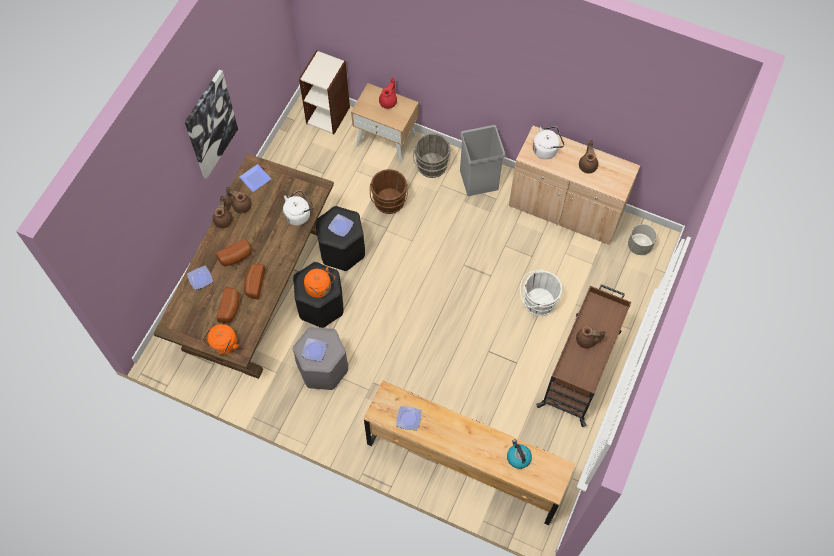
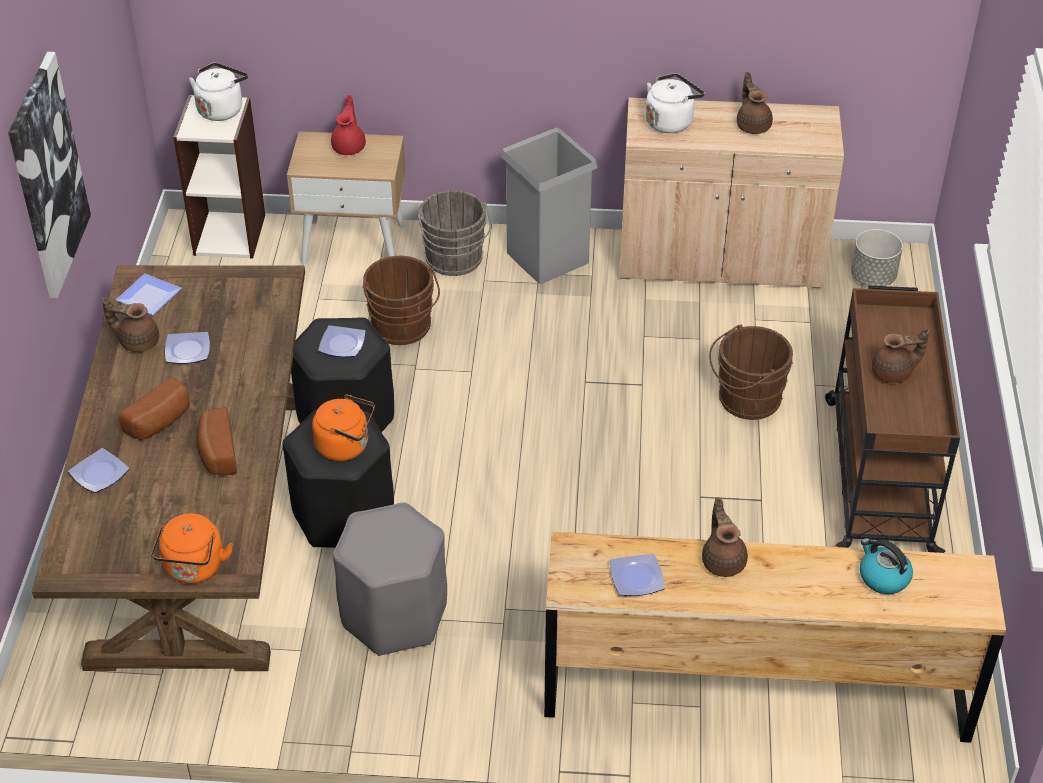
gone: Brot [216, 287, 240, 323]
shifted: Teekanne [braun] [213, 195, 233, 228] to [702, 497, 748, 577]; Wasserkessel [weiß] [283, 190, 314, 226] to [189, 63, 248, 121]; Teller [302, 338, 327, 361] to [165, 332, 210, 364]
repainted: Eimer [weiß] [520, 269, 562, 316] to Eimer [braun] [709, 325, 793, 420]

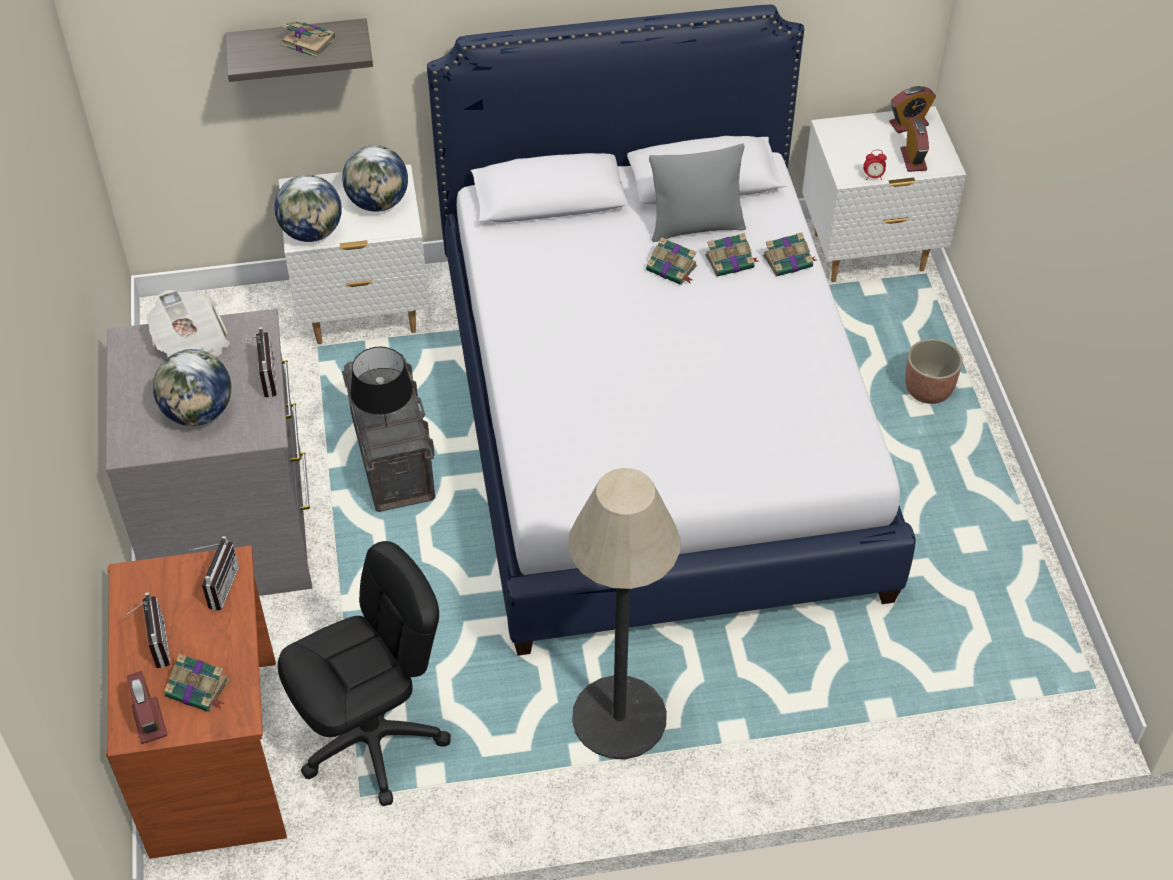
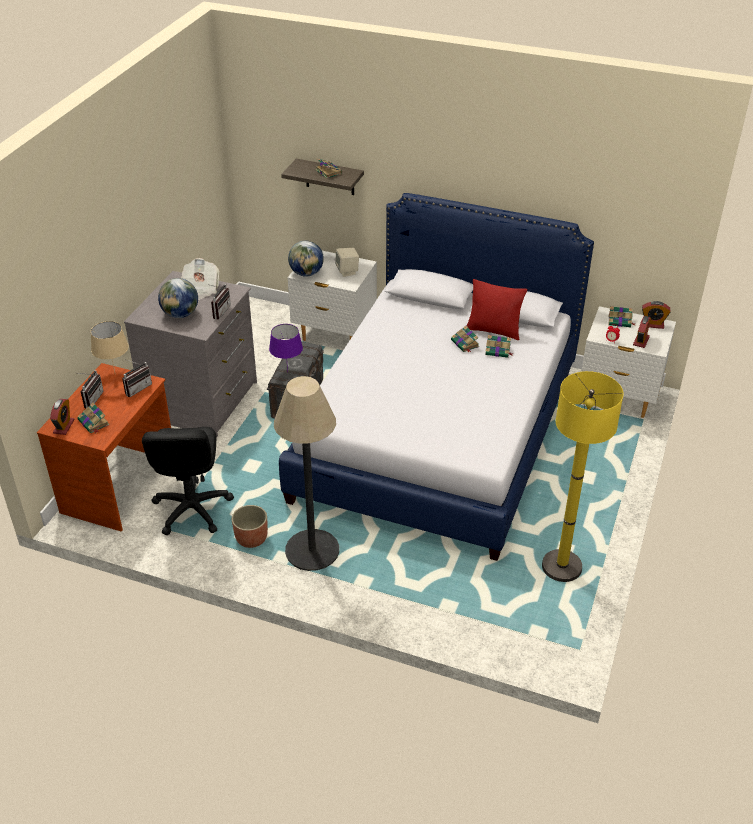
new: Tischlampe [beige] [91, 321, 129, 375]; Stehlampe [gelb] [542, 371, 624, 582]
shifted: Buch [763, 232, 816, 276] to [608, 306, 635, 327]; Pflanzkübel [905, 339, 963, 404] to [232, 505, 268, 548]
swapped: Globus [342, 145, 408, 212] to Lautsprecher [beige] [335, 248, 359, 277]
repainted: Tischlampe [schwarz] [350, 347, 413, 428] to Tischlampe [lila] [269, 324, 303, 373]; Kissen [grau] [649, 144, 746, 242] to Kissen [rot] [467, 279, 527, 340]
rotated: Bürostuhl [schwarz] [278, 541, 451, 806] = [142, 427, 234, 535] 90 degrees clockwise

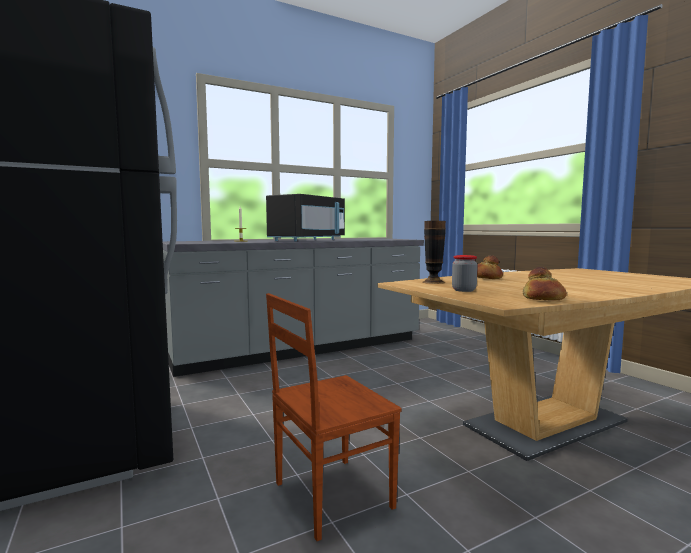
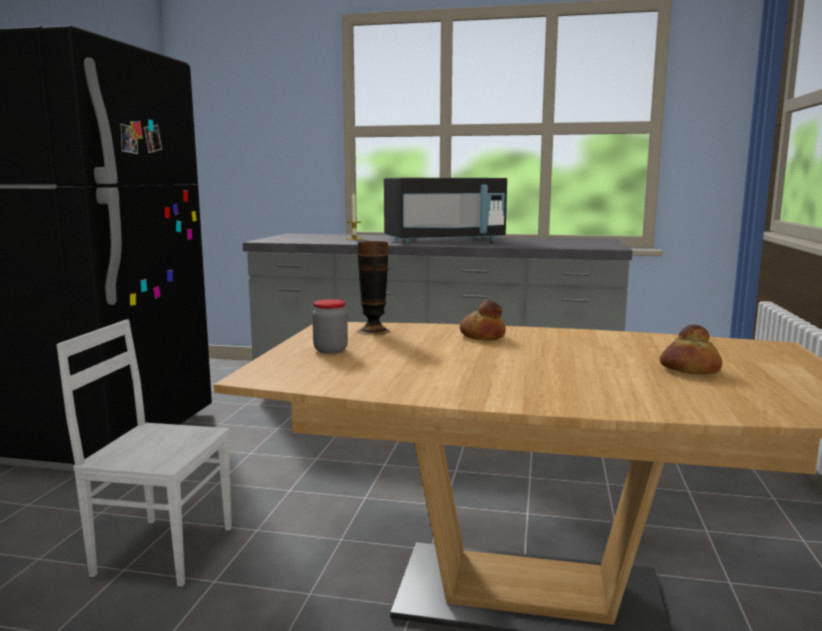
shifted: Brot [523, 267, 567, 300] to [659, 325, 722, 374]
repainted: Stuhl [braun] [266, 293, 402, 541] to Stuhl [weiß] [56, 319, 232, 587]

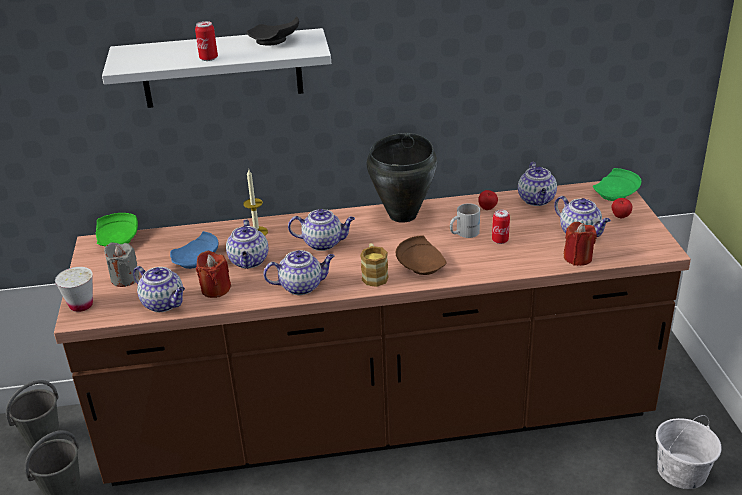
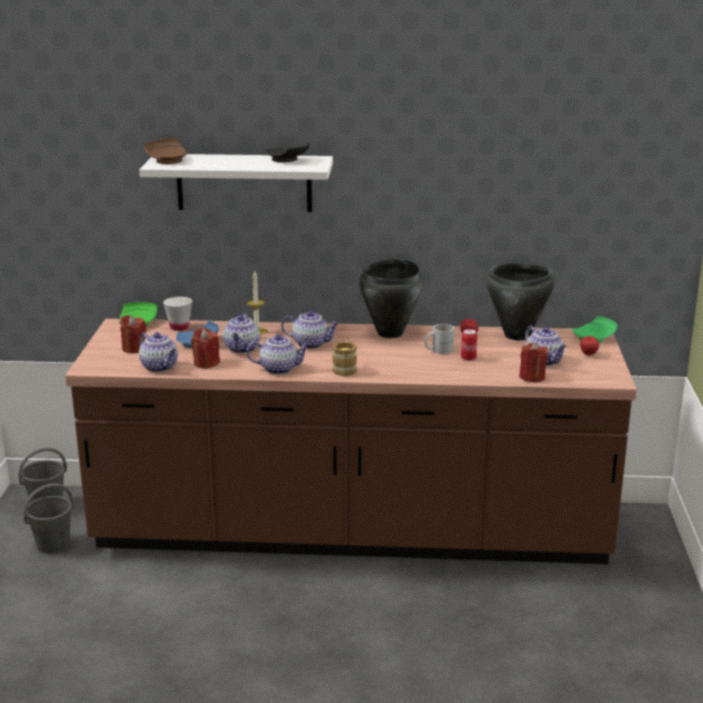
gone: Dose [195, 21, 218, 61]; Eimer [weiß] [656, 415, 722, 489]
shifted: Tasse [weiß] [55, 267, 93, 312] to [163, 297, 192, 331]; Teller [braun] [396, 235, 447, 275] to [144, 139, 187, 164]
swapped: Teekanne [518, 162, 557, 206] to Kochtopf [schwarz] [486, 263, 555, 340]
repainted: Kerze [grau] [104, 243, 139, 287] to Kerze [rot] [120, 315, 147, 354]

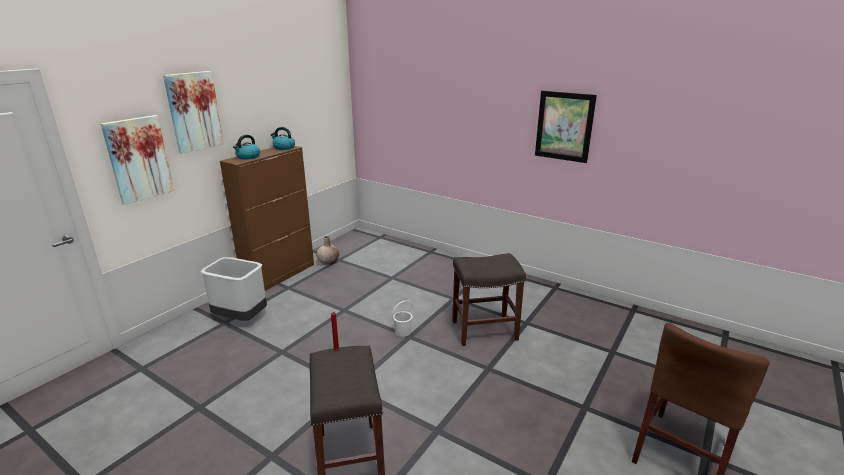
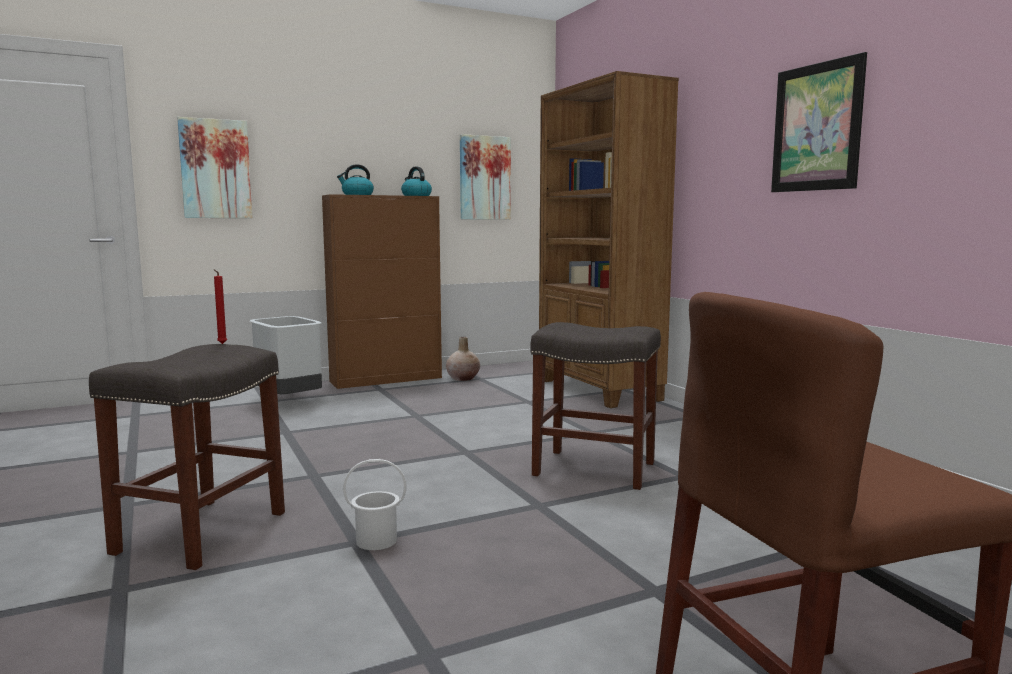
new: Bücherregal [braun] [539, 71, 679, 408]
shifted: Bild [163, 71, 224, 154] to [460, 134, 511, 219]; Eimer [weiß] [392, 300, 413, 337] to [343, 459, 407, 550]

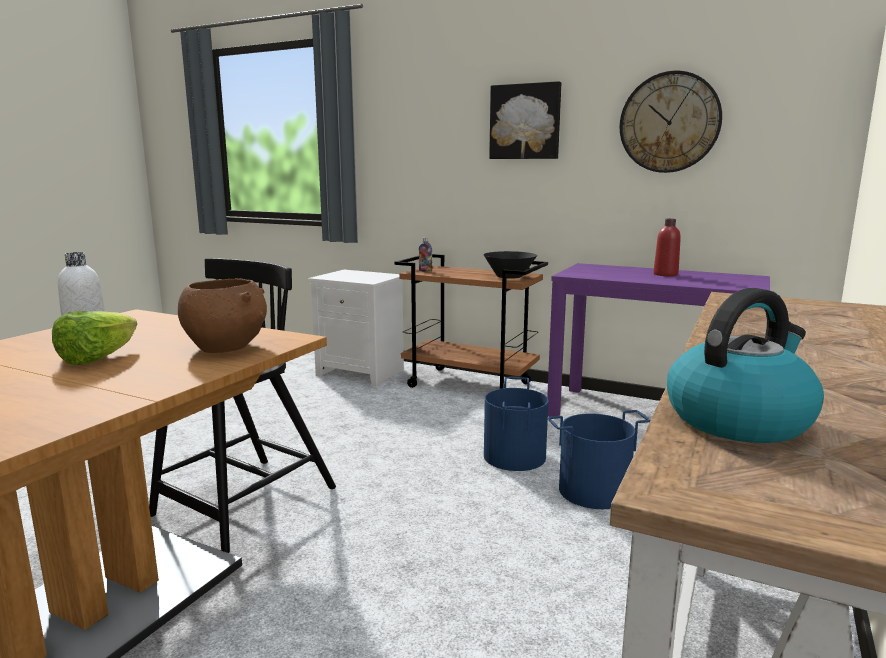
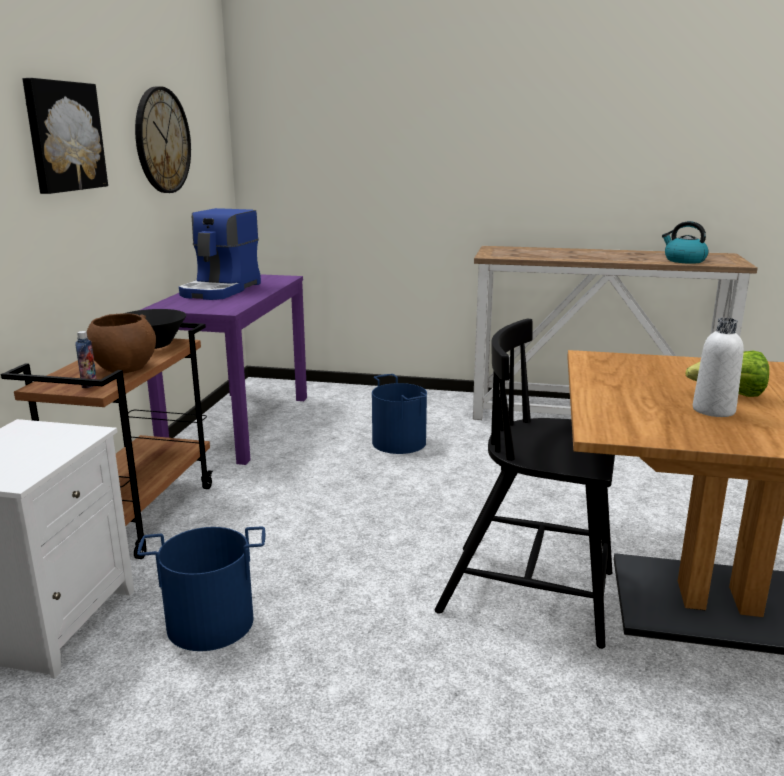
shifted: Schüssel [braun] [178, 279, 267, 353] to [87, 314, 156, 373]; Eimer [blau] [484, 377, 548, 471] to [137, 526, 265, 651]
swapped: Flasche [rot] [653, 219, 681, 276] to Kaffeemaschine [179, 208, 261, 300]

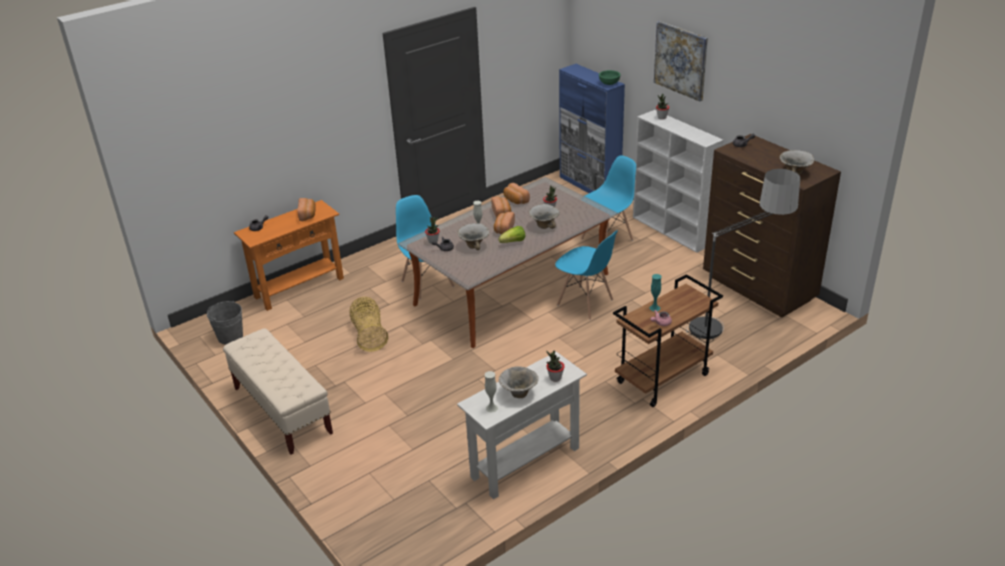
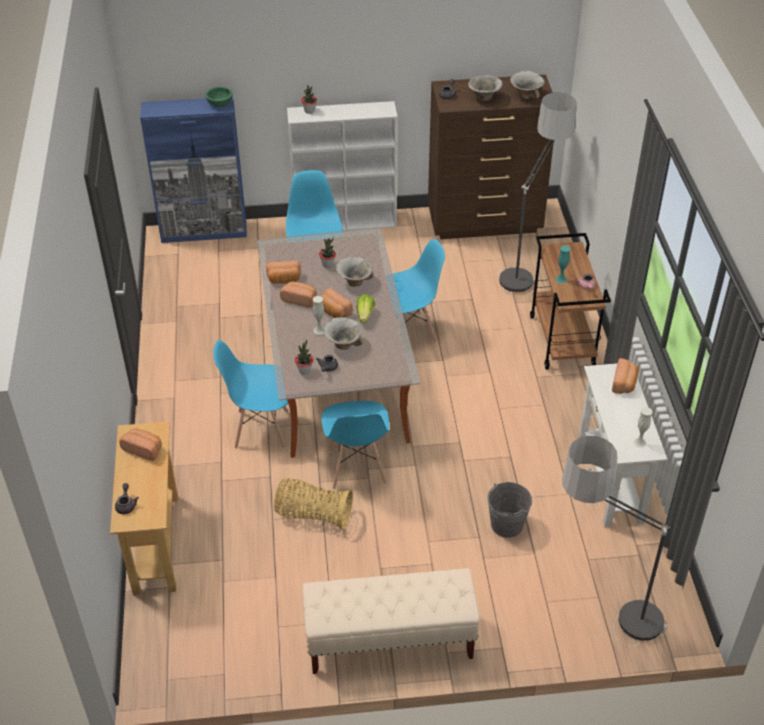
gone: Bild [654, 21, 708, 101]
new: Stuhl [blau] [321, 401, 389, 489]; Stehlampe [562, 436, 670, 647]
shifted: Eimer [grau] [207, 301, 243, 345] to [487, 482, 532, 538]; Schüssel [499, 366, 539, 398] to [468, 75, 503, 101]
swapped: Topfpflanze [546, 350, 565, 382] to Brot [612, 358, 639, 394]
repainted: Konsolentisch [orange] [234, 200, 344, 311] to Konsolentisch [beige] [110, 421, 178, 596]

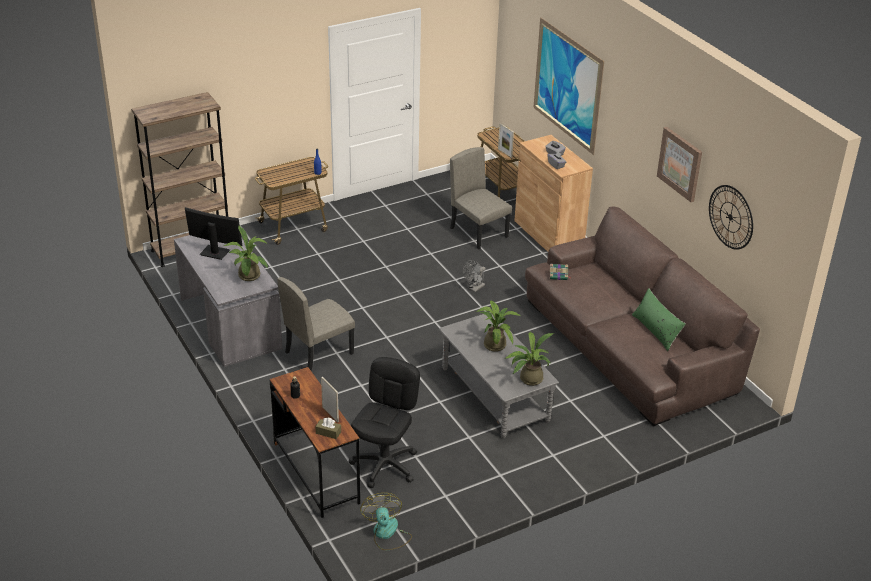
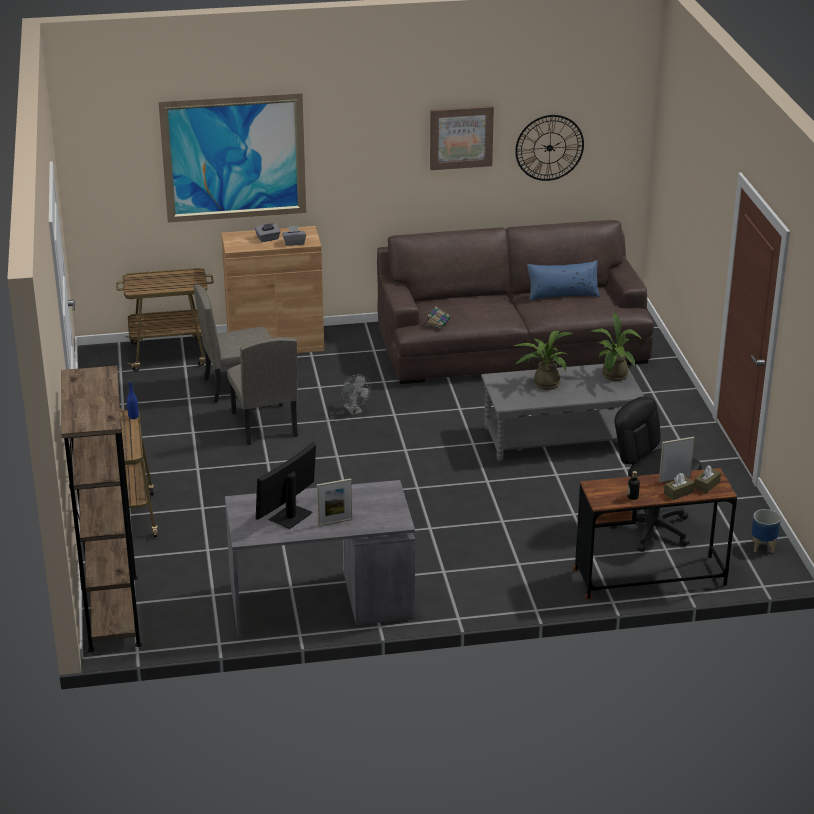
gone: Topfpflanze [224, 226, 268, 281]
new: Taschentuchbox [braun] [664, 473, 695, 500]
shifted: Stuhl [beige] [277, 277, 355, 371] to [227, 337, 298, 445]; Bilderrahmen [498, 123, 514, 158] to [317, 478, 352, 526]
swapped: Ventilator [360, 493, 412, 550] to Pflanzkübel [751, 509, 781, 553]
repainted: Kissen [grün] [632, 288, 686, 351] to Kissen [blau] [527, 260, 600, 300]

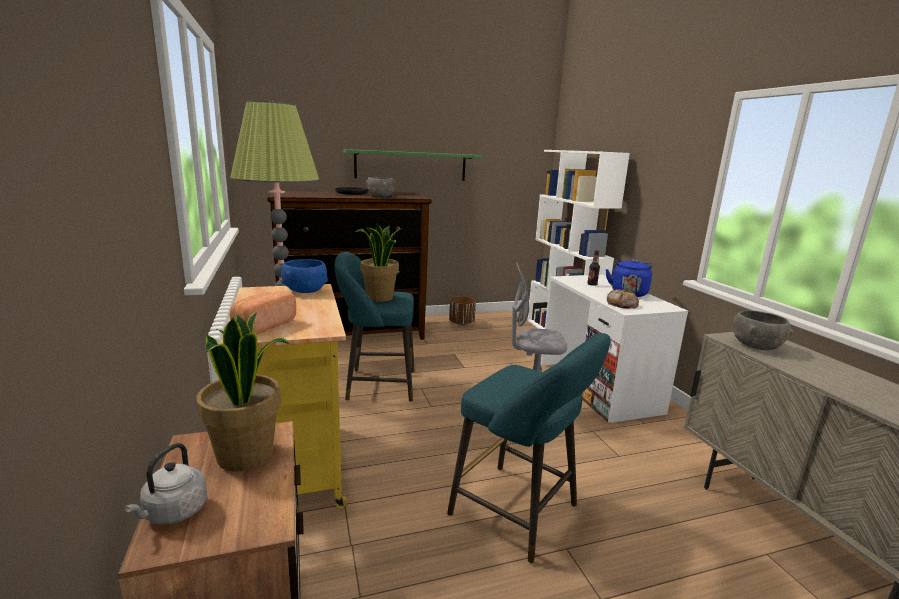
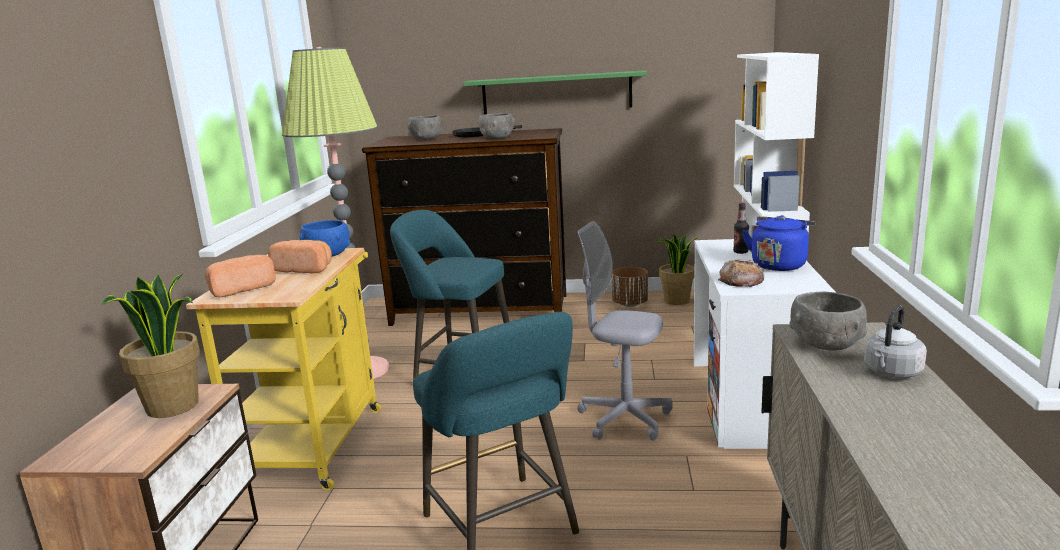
new: Brot [268, 240, 332, 273]; Schüssel [grau] [407, 115, 442, 140]
shifted: Wasserkessel [grau] [124, 443, 207, 525] to [864, 305, 927, 378]; Topfpflanze [355, 223, 401, 302] to [654, 234, 699, 305]

